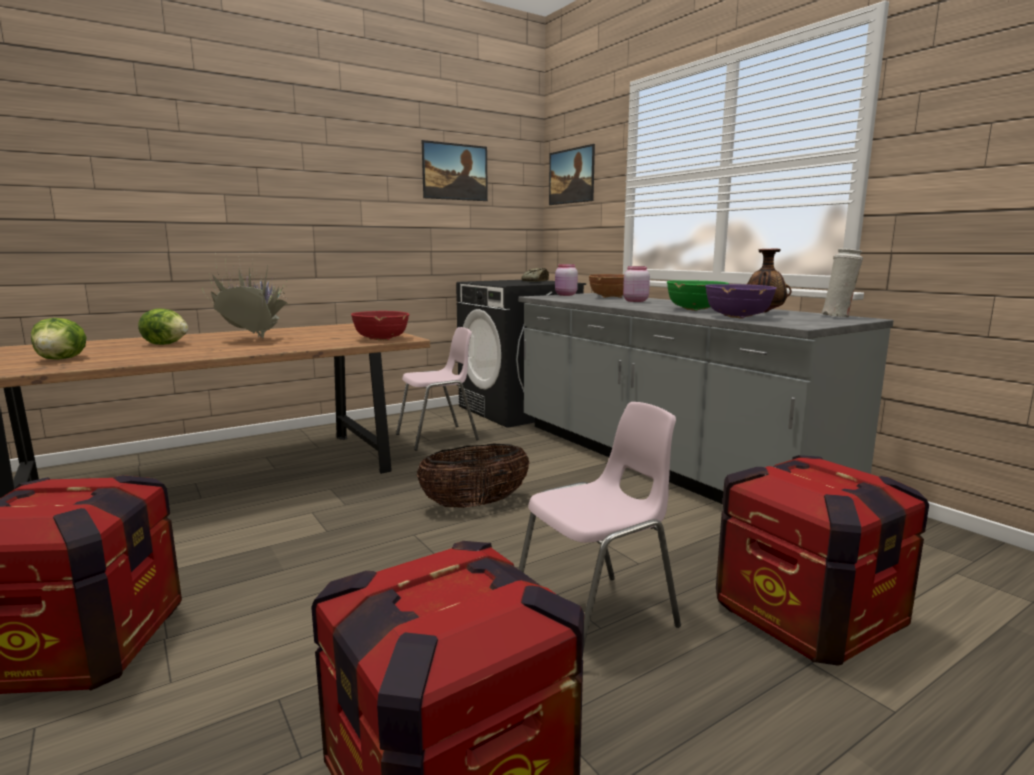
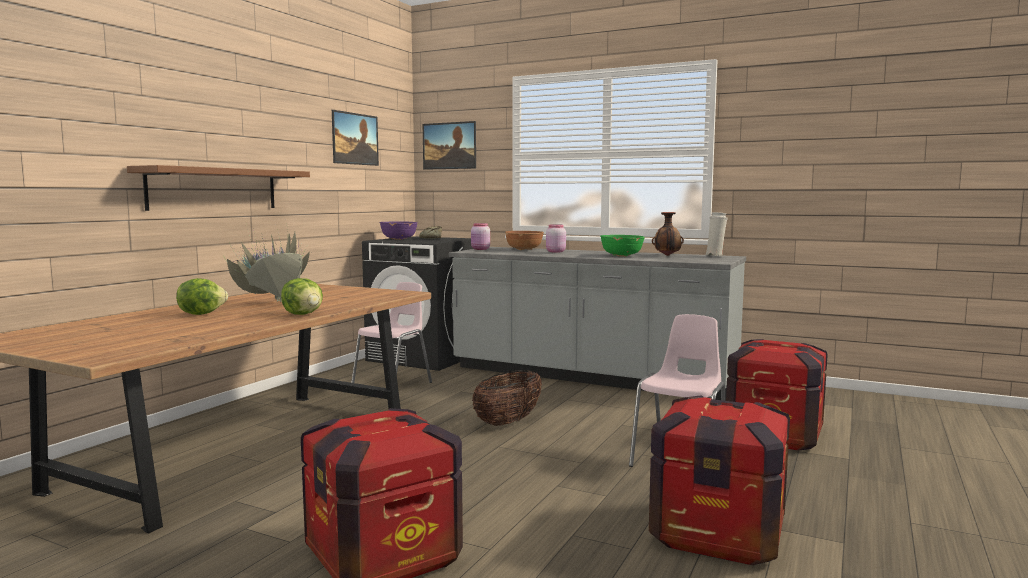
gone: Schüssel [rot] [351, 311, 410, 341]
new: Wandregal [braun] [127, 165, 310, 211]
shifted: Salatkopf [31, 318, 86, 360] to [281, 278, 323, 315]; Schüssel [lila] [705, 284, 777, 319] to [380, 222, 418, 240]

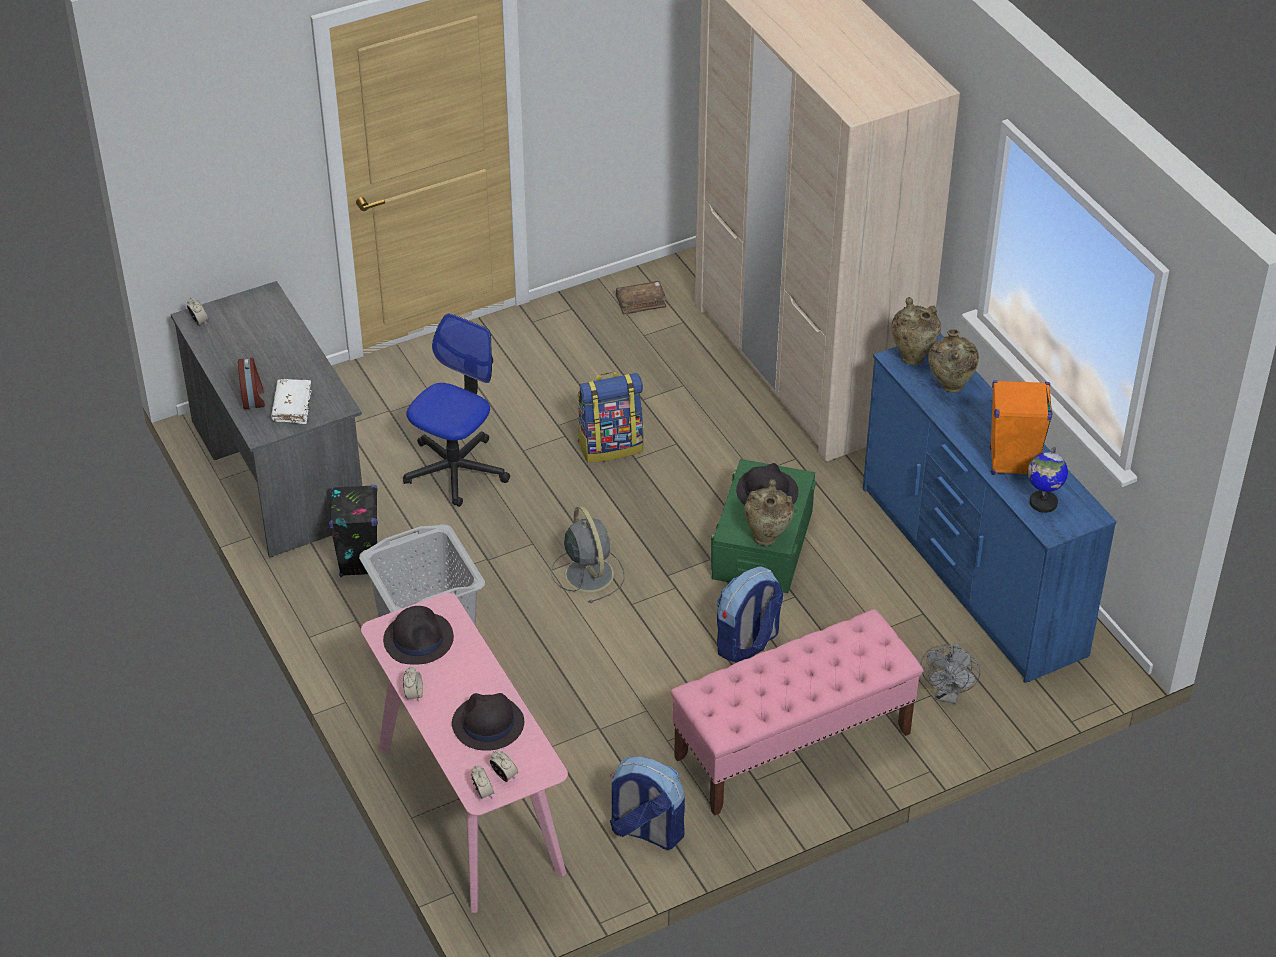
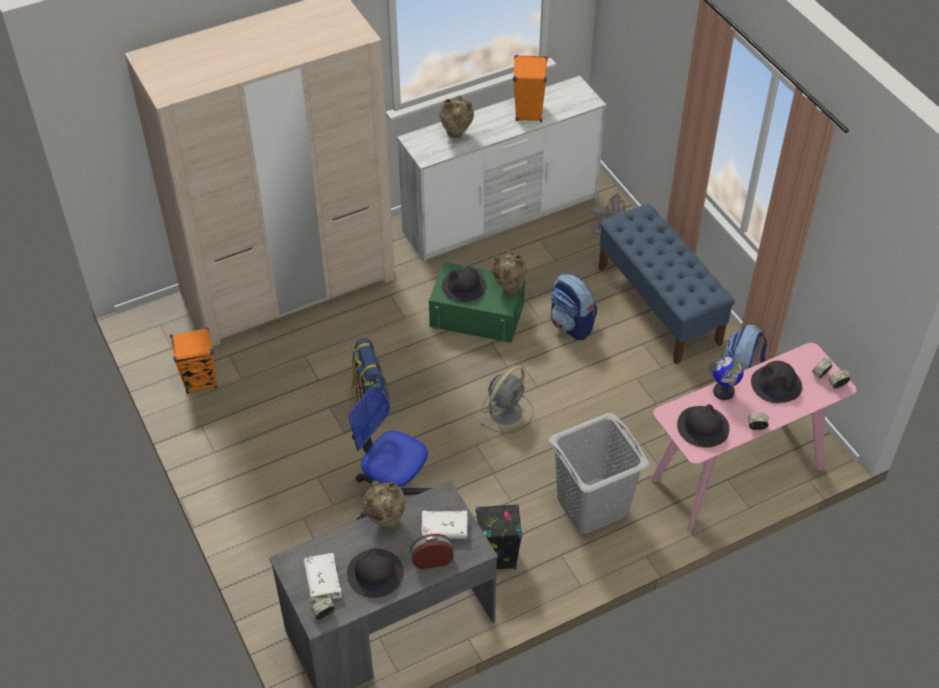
new: Buch [weiß] [303, 553, 342, 602]; Hut [schwarz] [347, 548, 404, 598]
shifted: Vase [beige] [892, 297, 941, 365] to [362, 481, 406, 530]; Globus [1028, 447, 1068, 513] to [709, 357, 744, 400]
swapped: Buch [braun] [616, 281, 667, 315] to Lautsprecher [orange] [170, 327, 217, 394]
repainted: Bank [rosa] [671, 609, 923, 816] to Bank [blau] [598, 204, 735, 364]; Kommode [blau] [863, 333, 1117, 683] to Kommode [weiß] [397, 76, 606, 262]
rotated: Ventilator [grau] [551, 506, 624, 603] = [481, 366, 533, 434] 150 degrees clockwise

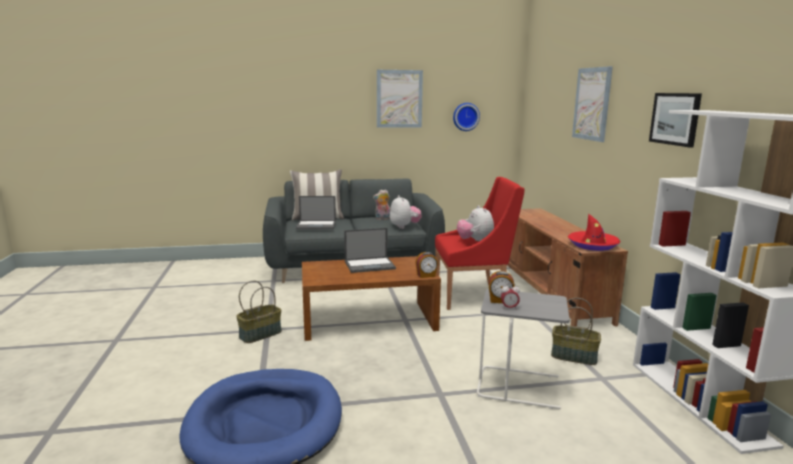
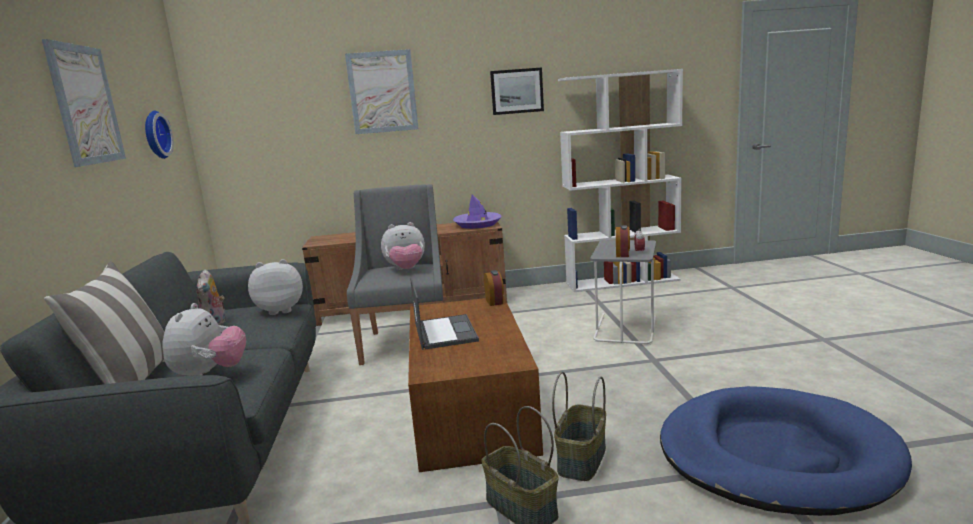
shifted: Korb [551, 298, 601, 365] to [552, 372, 606, 481]
swapped: Laptop [296, 196, 336, 229] to Plüschtier [163, 303, 246, 376]
repainted: Sessel [rot] [435, 177, 525, 310] to Sessel [grau] [347, 184, 443, 365]; Hut [rot] [568, 213, 621, 251] to Hut [lila] [453, 195, 501, 229]

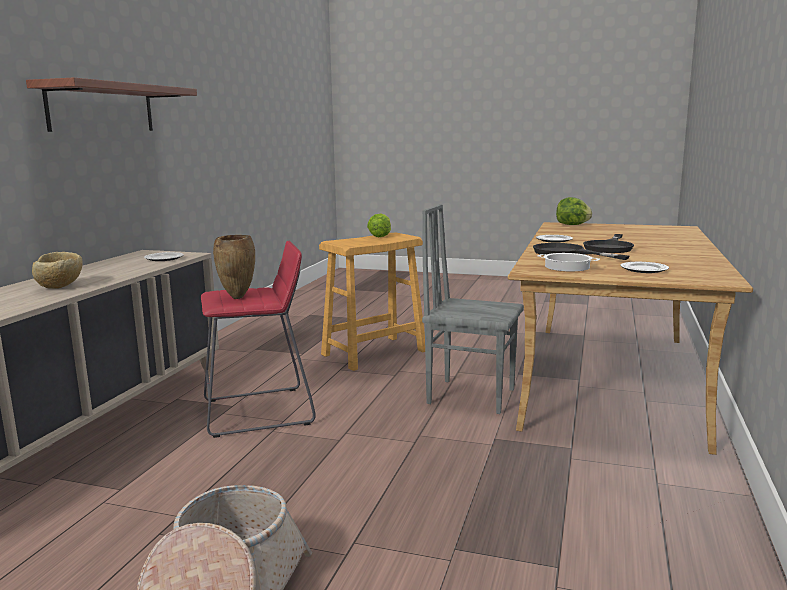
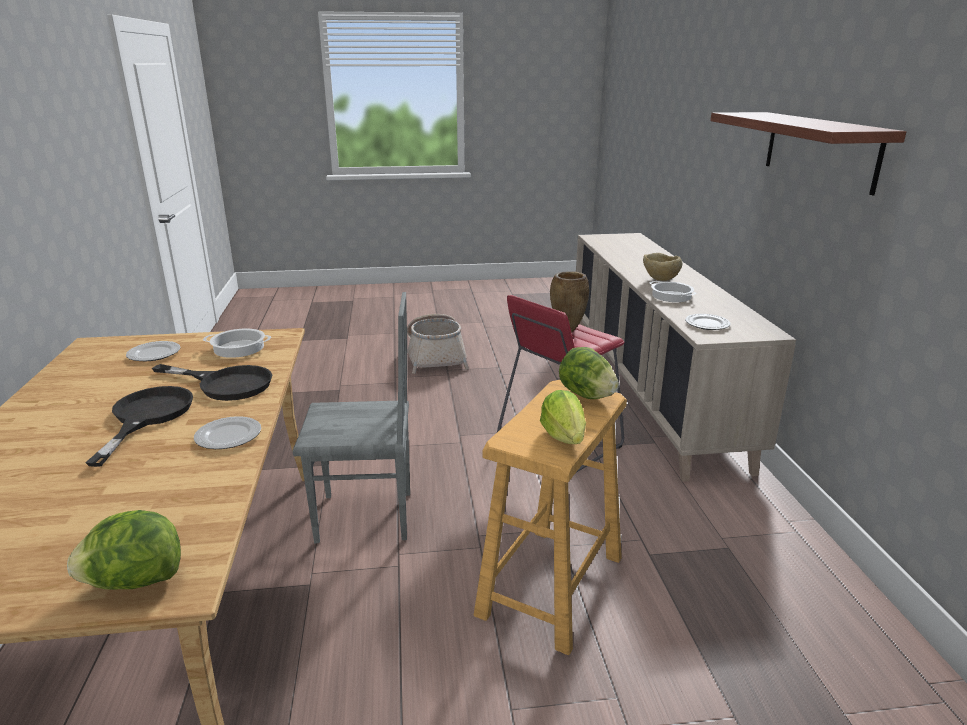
new: Salatkopf [559, 347, 619, 399]; Kochtopf [650, 281, 696, 302]

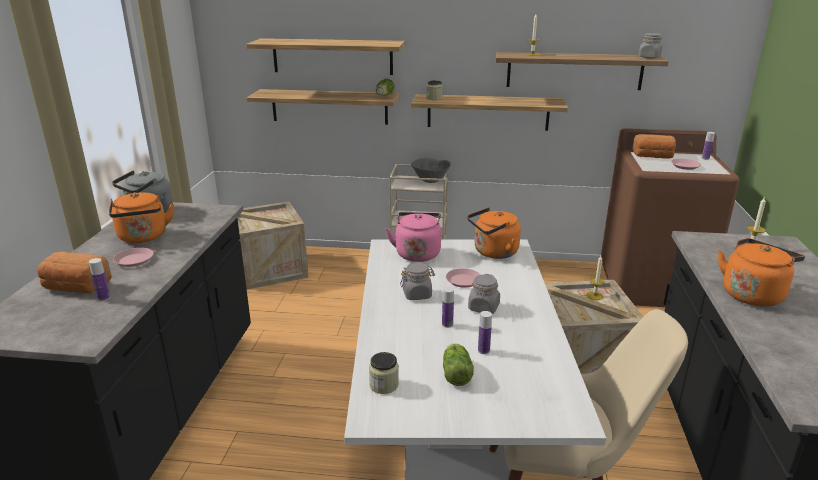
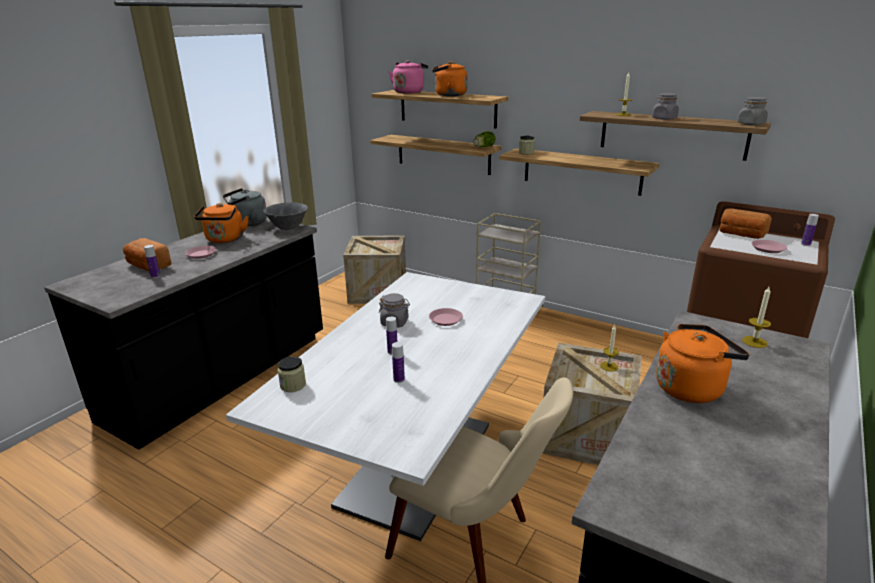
gone: Salatkopf [443, 343, 474, 386]
shifted: Wasserkessel [rosa] [385, 212, 441, 262] to [389, 60, 428, 94]; Schüssel [grau] [411, 158, 451, 183] to [263, 202, 308, 230]; Wasserkessel [orange] [467, 208, 521, 259] to [432, 62, 467, 96]; Vorratsglas [grau] [468, 274, 500, 314] to [652, 93, 679, 120]

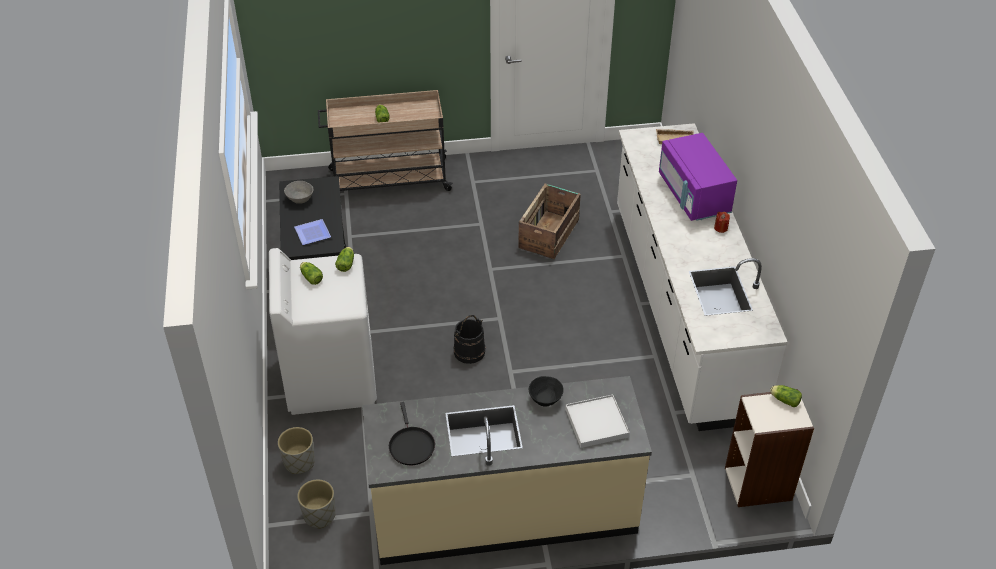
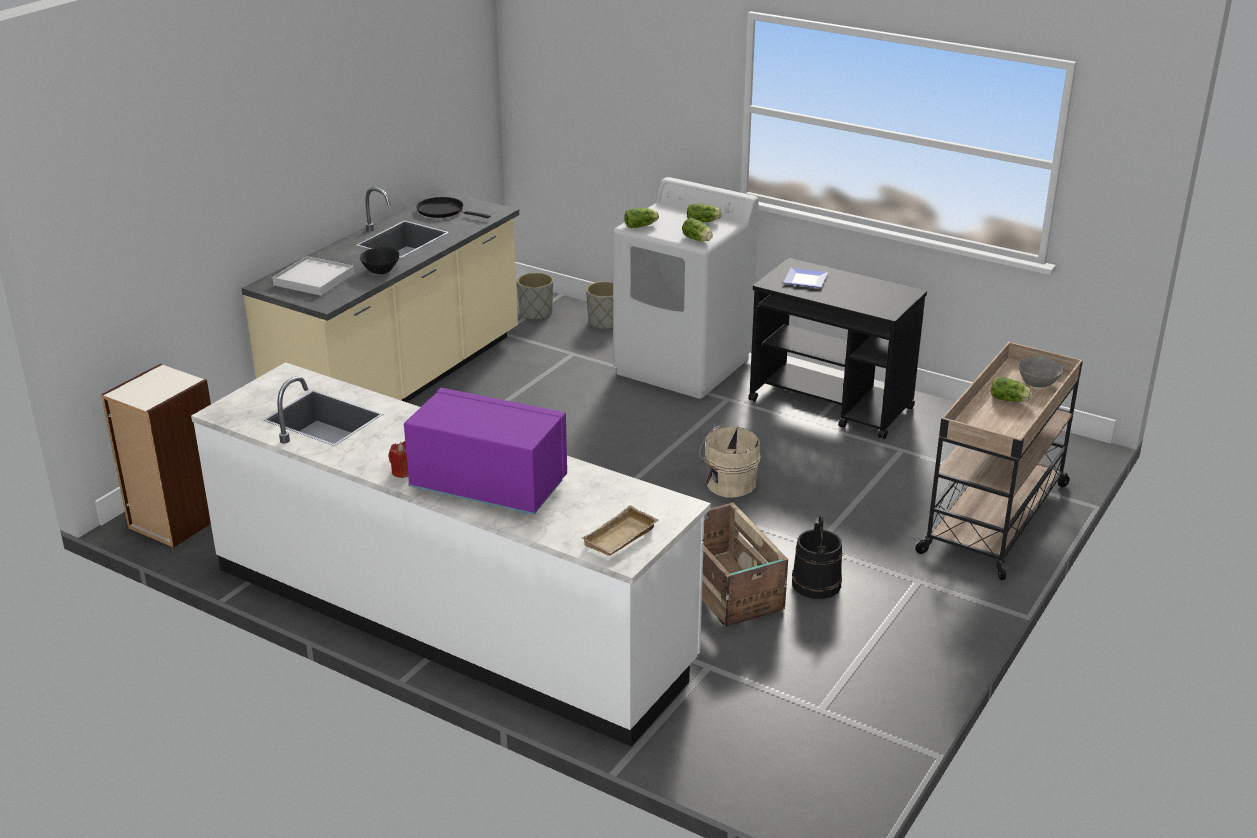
new: Eimer [beige] [699, 426, 761, 498]
shifted: Schüssel [grau] [284, 181, 313, 204] to [1018, 356, 1064, 387]; Eimer [schwarz] [453, 315, 485, 364] to [792, 515, 842, 599]; Salatkopf [770, 385, 802, 407] to [624, 208, 659, 228]

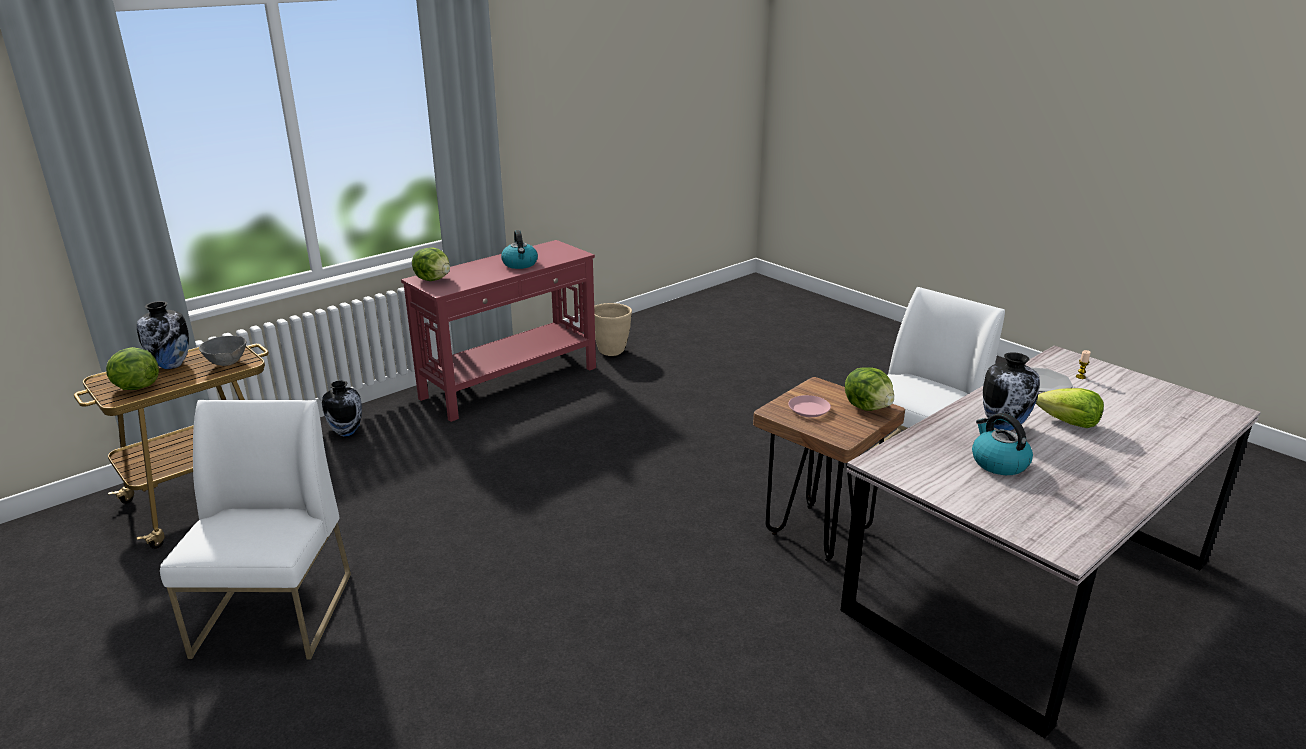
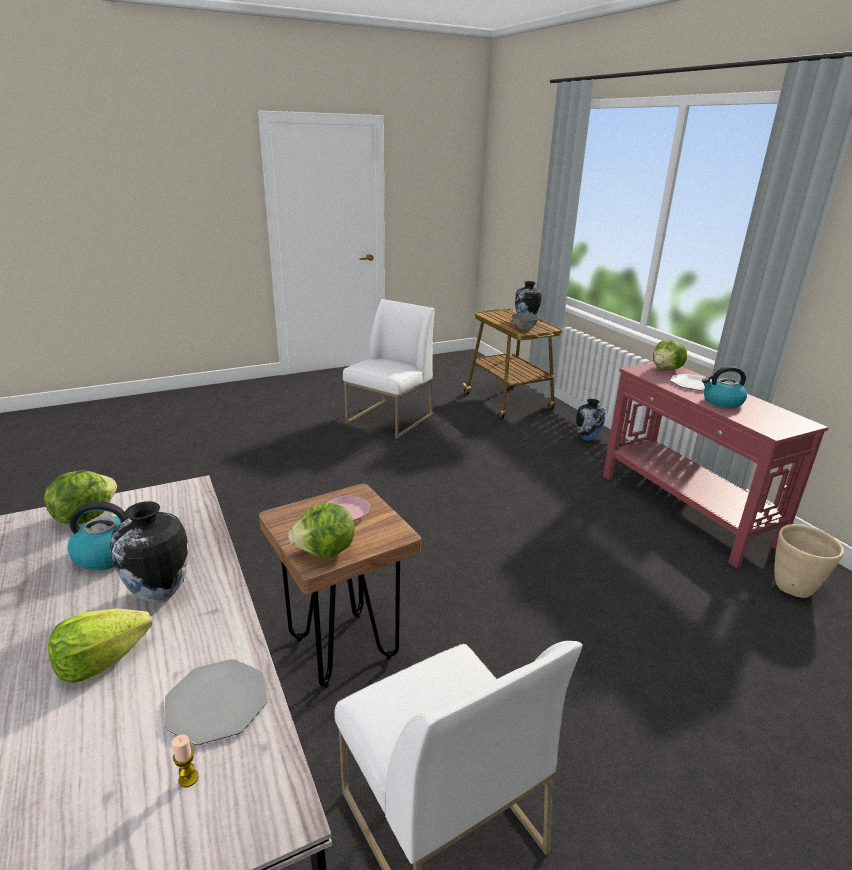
new: Teller [670, 374, 711, 391]
shifted: Salatkopf [106, 347, 159, 390] to [44, 470, 117, 524]
rotated: Stuhl [weiß] [160, 400, 351, 660] = [343, 299, 435, 439] 75 degrees counterclockwise

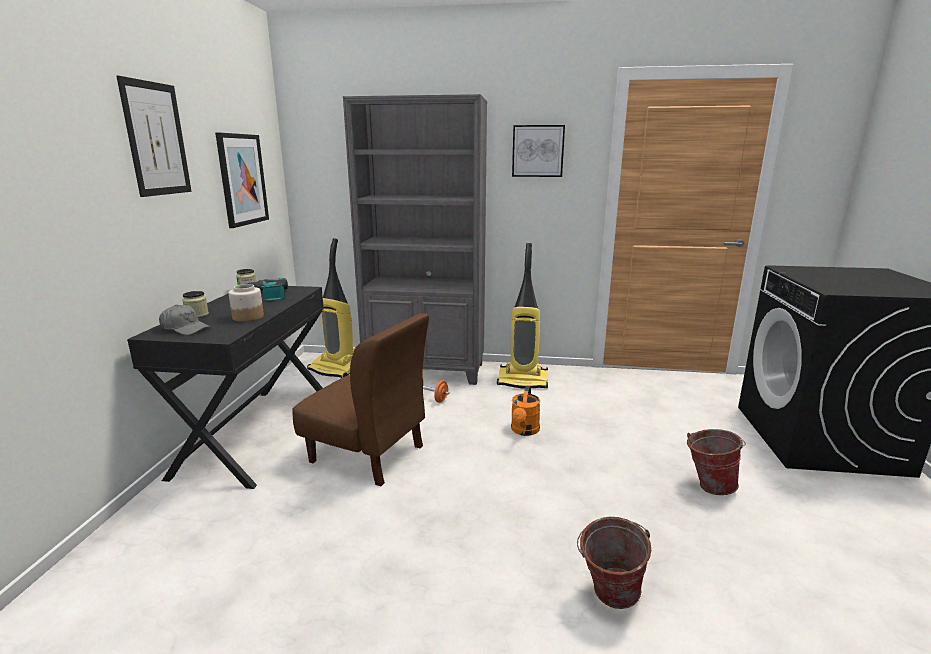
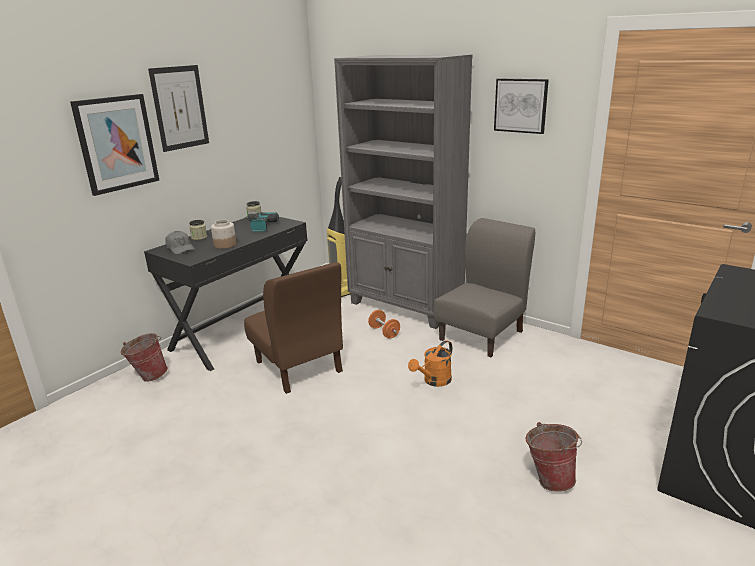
shifted: Bild [215, 132, 269, 228] to [70, 94, 159, 196]; Eimer [577, 517, 651, 609] to [121, 333, 168, 382]
swapped: Staubsauger [497, 243, 548, 389] to Stuhl [grau] [433, 218, 535, 357]

